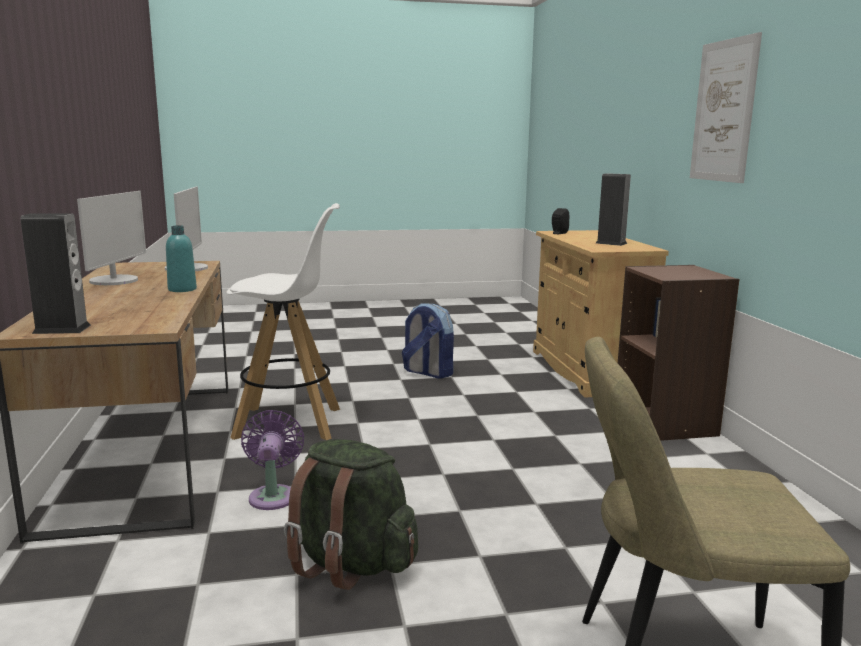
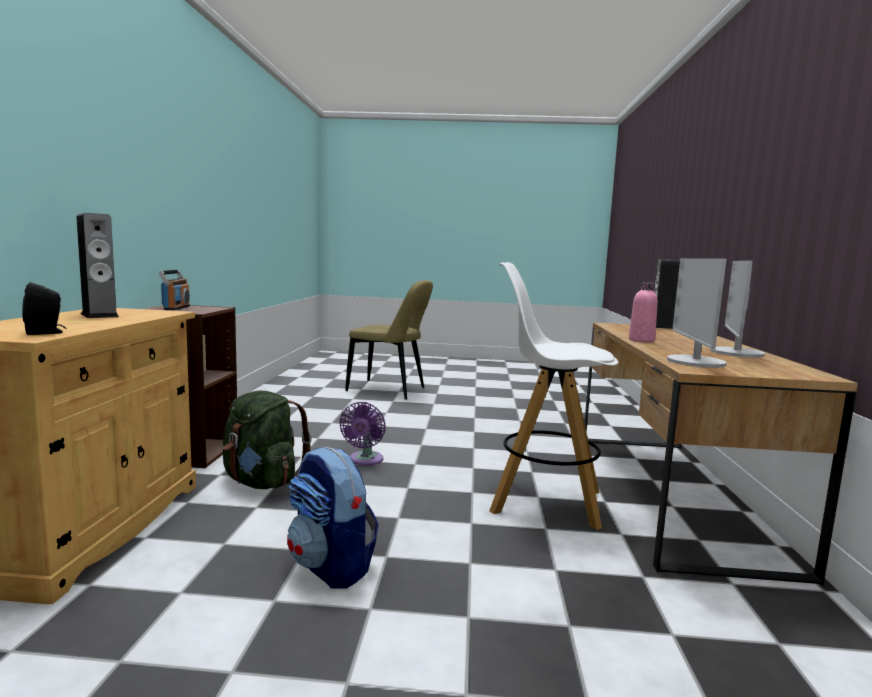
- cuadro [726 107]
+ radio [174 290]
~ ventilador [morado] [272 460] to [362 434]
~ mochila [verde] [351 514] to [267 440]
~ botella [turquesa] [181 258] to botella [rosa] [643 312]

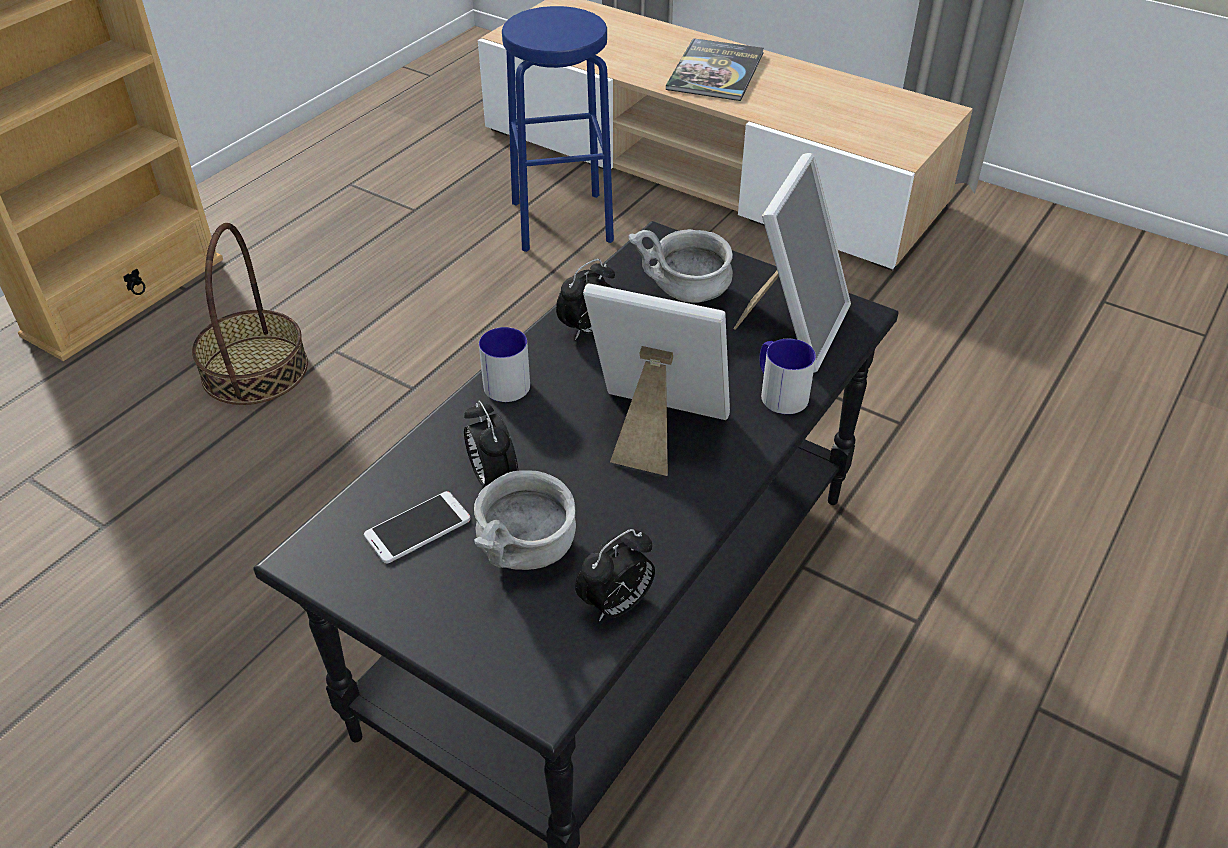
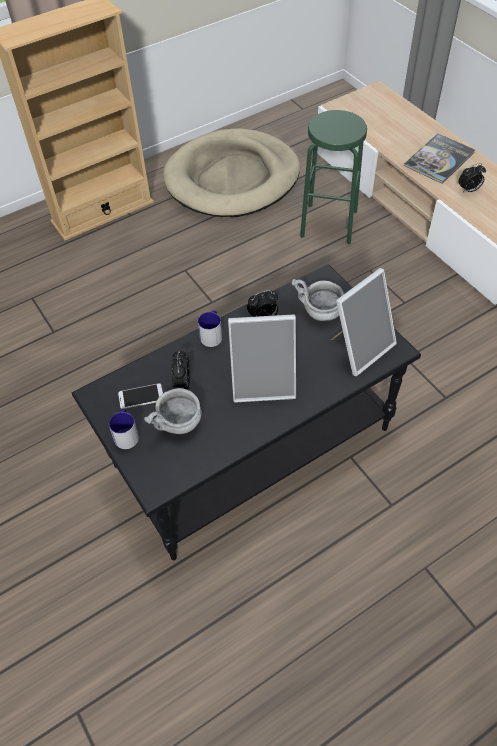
- cesta [250 314]
+ cama para perro [beis] [231 173]
~ despertador [615 575] to [472 178]
~ taza grande [787 376] to [124 429]
~ taburete [azul] [558 129] to taburete [verde] [333 177]
~ portarretratos [656 380] = [262 358] 135 degrees clockwise

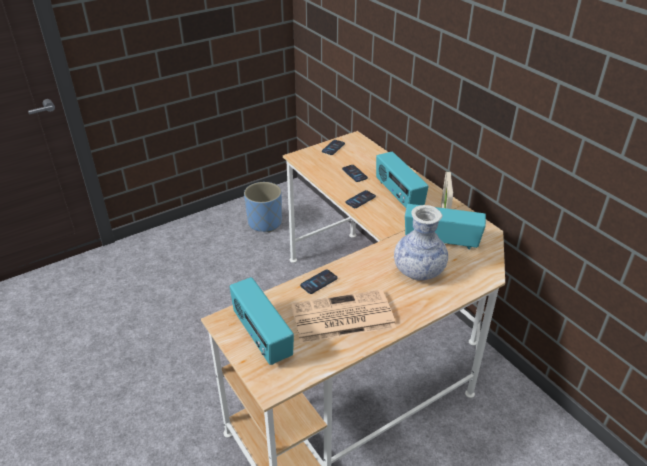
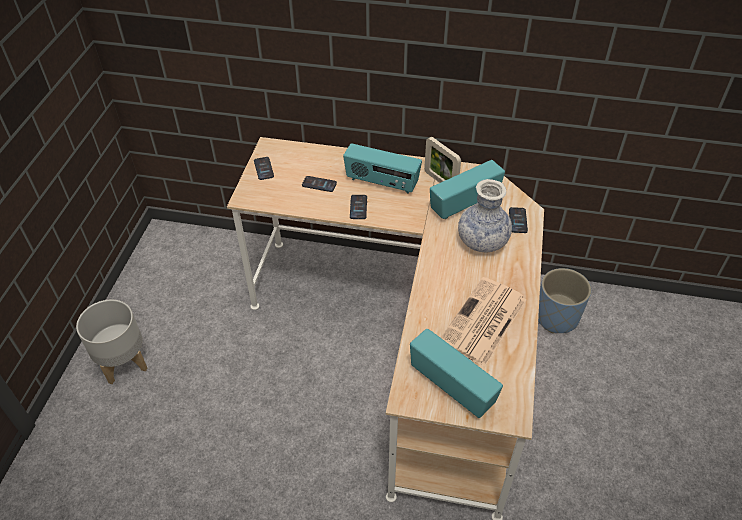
+ maceta [gris] [111 341]
~ maceta [azul] [263 207] to [564 300]
~ móvil [318 281] to [518 220]
~ radio [262 321] = [456 373] 150 degrees counterclockwise

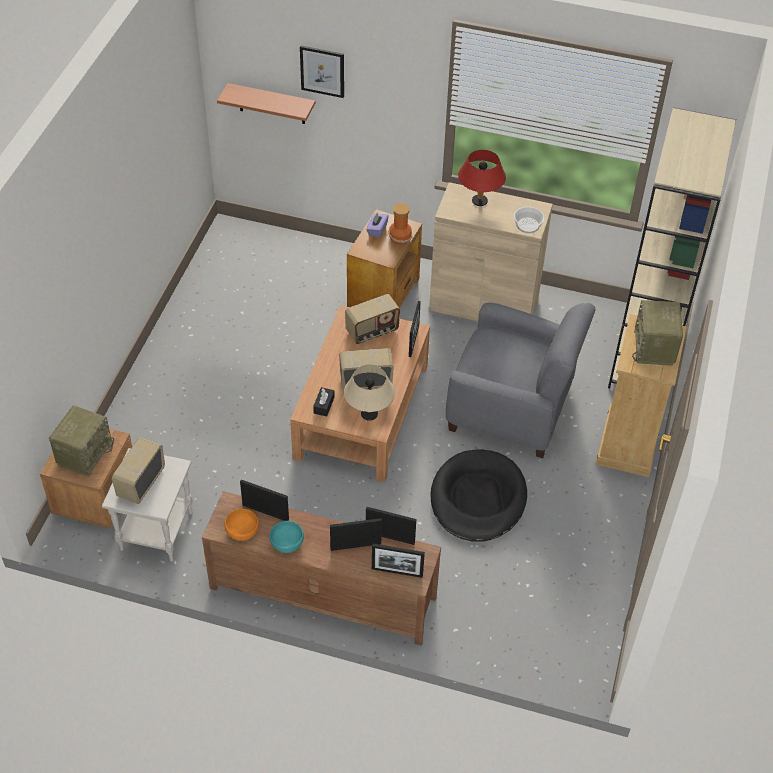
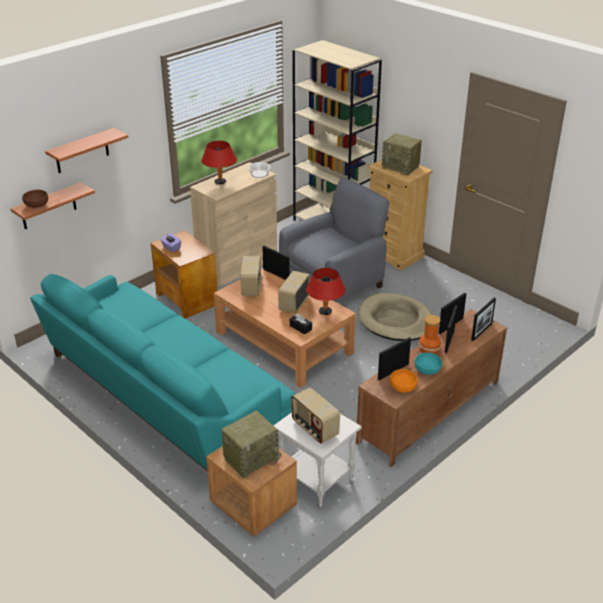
+ cuenco [marrón] [35 199]
+ sofá [turquesa] [162 372]
~ florero [400 224] to [429 334]
~ cuadro [322 71] to estante [87 150]
~ lámpara de mesa [beis] [369 393] to lámpara de mesa [rojo] [326 291]
~ cama para perro [negro] [479 495] to cama para perro [beis] [395 317]
~ radio [81 441] = [251 444] 90 degrees clockwise

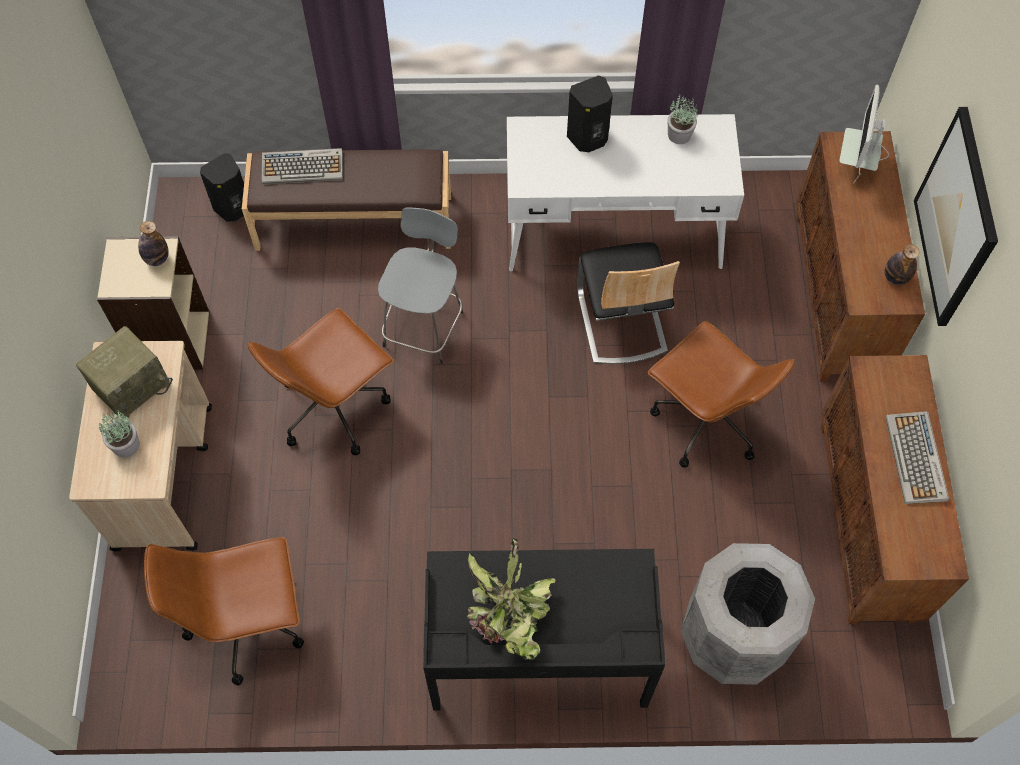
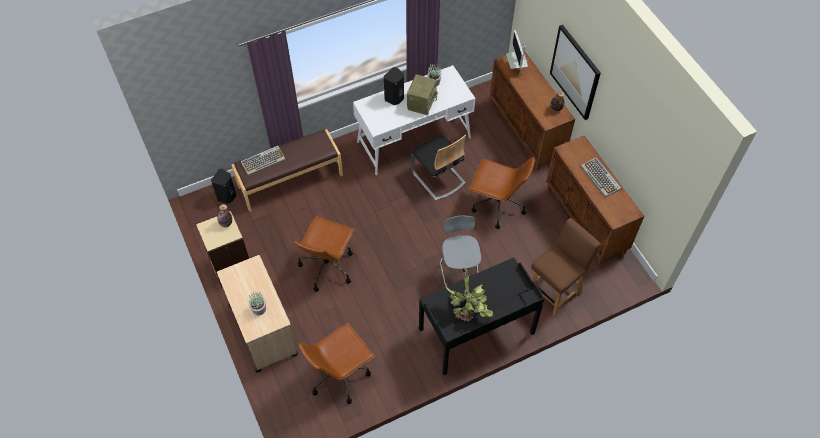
~ radio [124 373] to [422 94]
~ taburete [gris] [420 286] to [460 251]
~ papelera [gris] [748 614] to silla [marrón] [566 268]

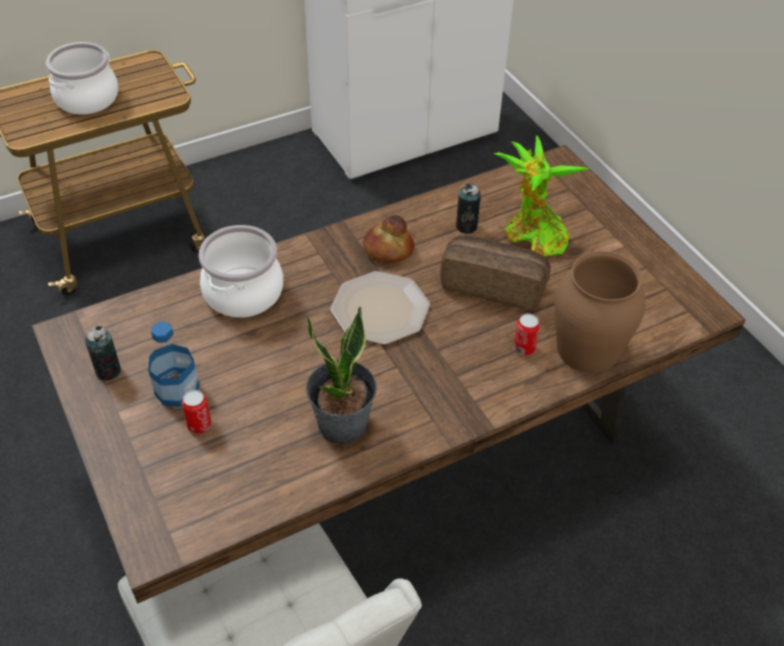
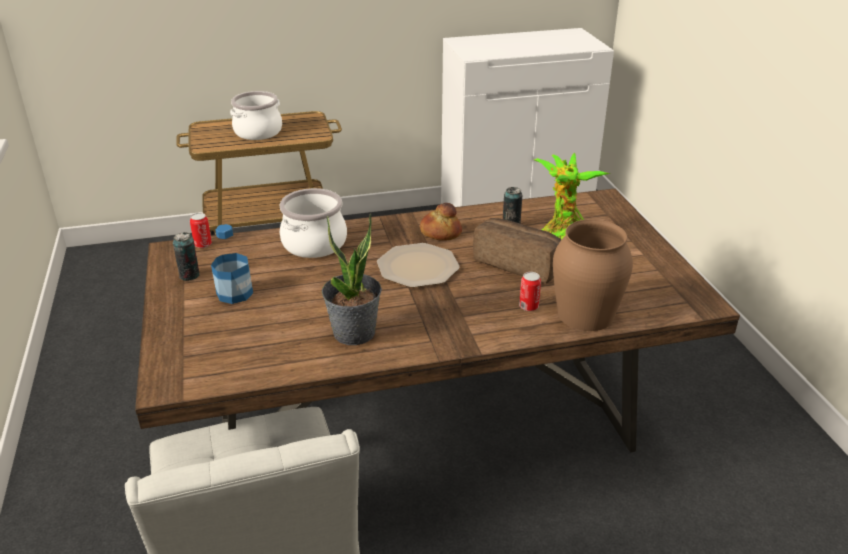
~ lata [196 412] to [201 230]

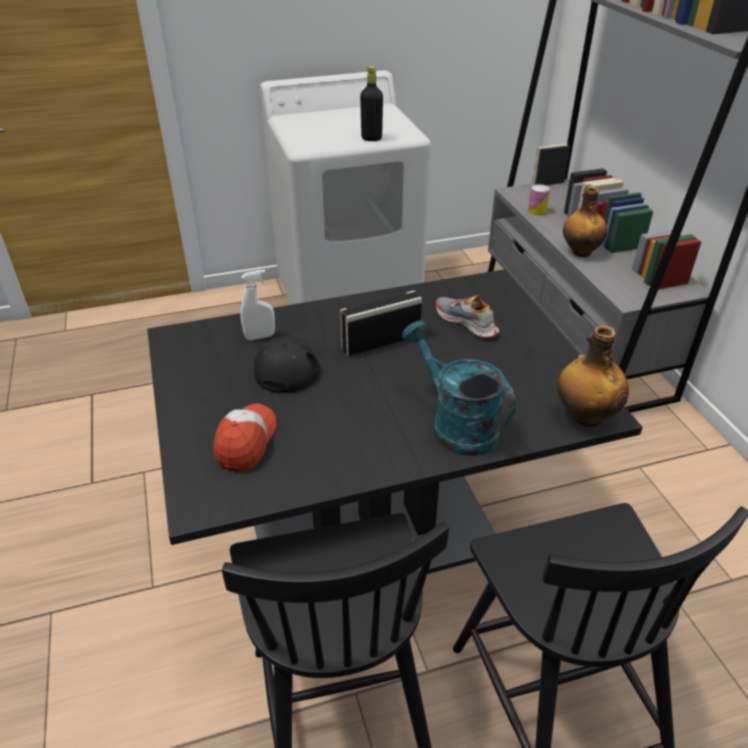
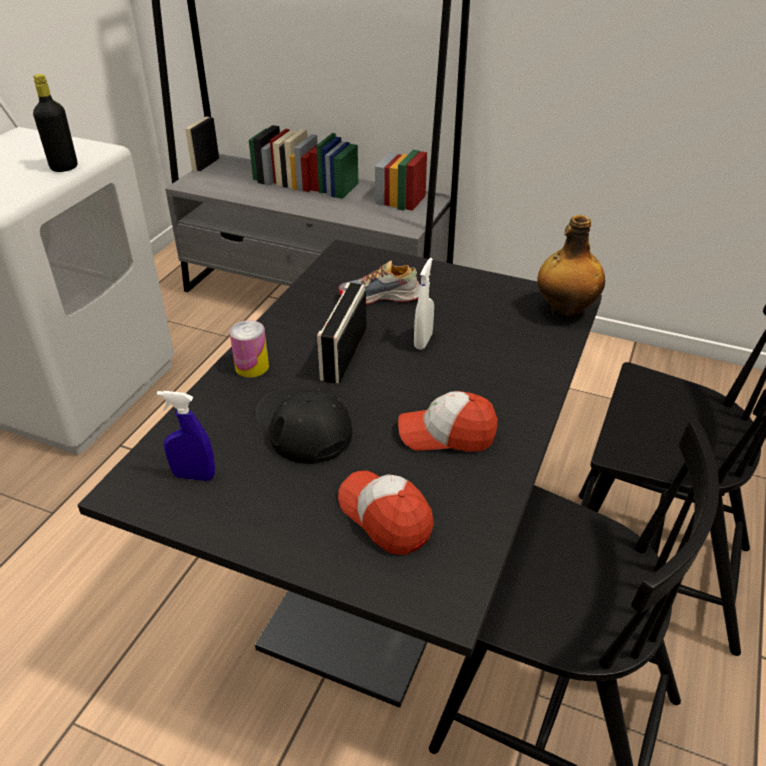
- regadera [turquesa] [459 388]
- botella [585 222]
+ pulverizador [azul] [186 436]
+ gorra [448 421]
~ pulverizador [blanco] [257 305] to [424 304]
~ lata [539 199] to [249 349]

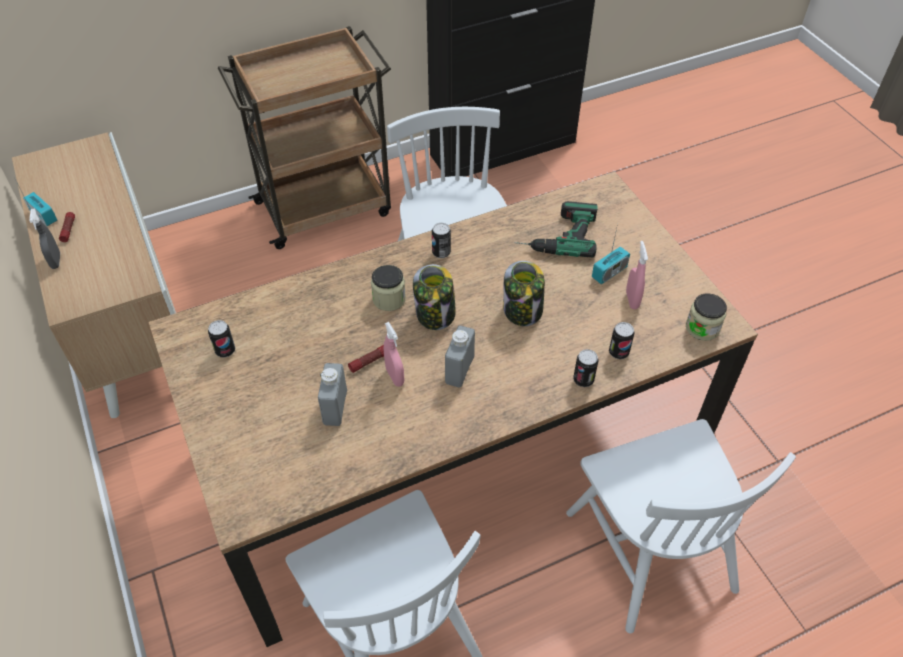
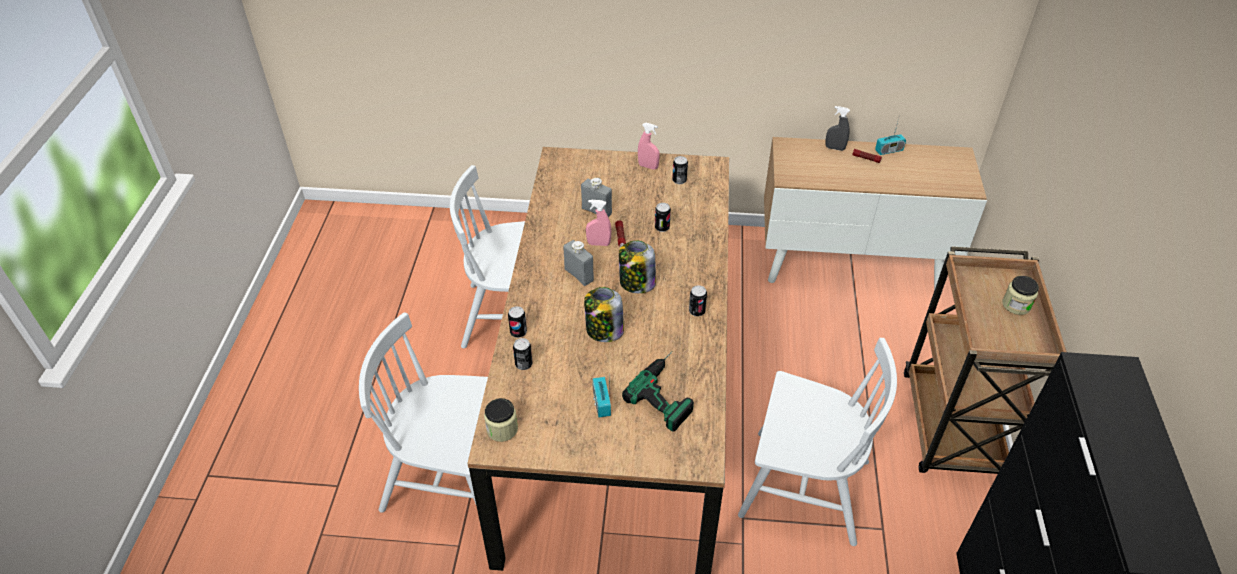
+ lata [663 217]
~ tarro [388 288] to [1020 295]
~ pulverizador [rosa] [637 275] to [649 146]

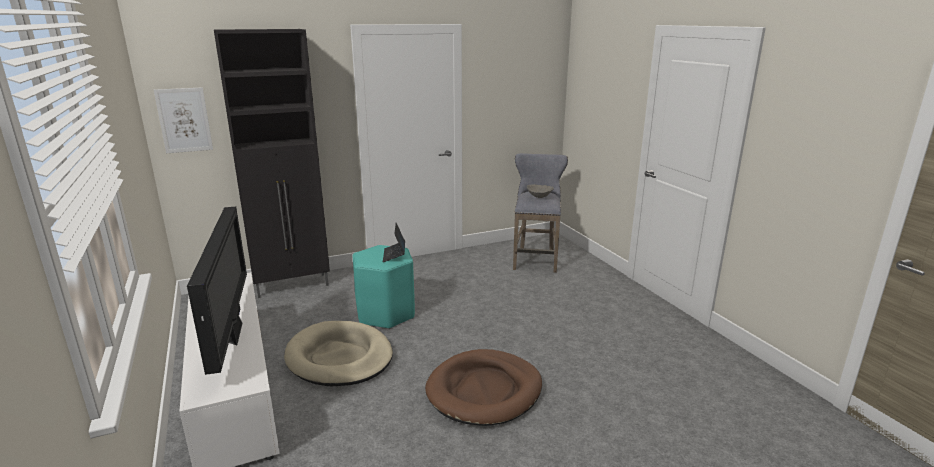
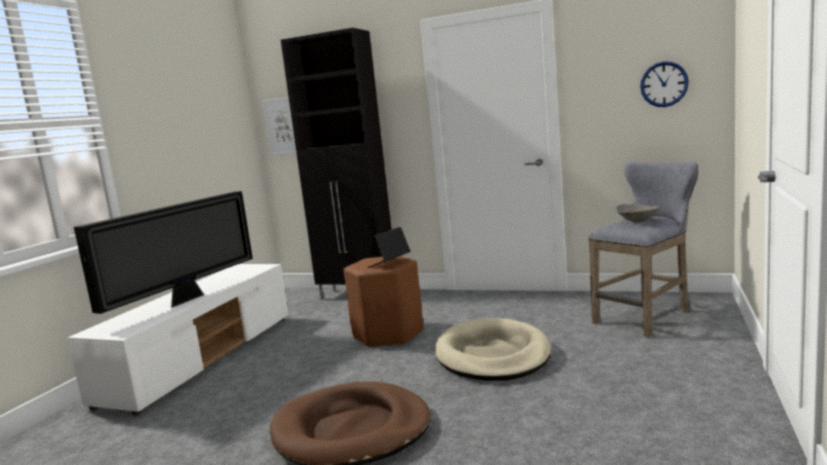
+ reloj de pared [664 84]
~ cama para perro [beis] [338 353] to [493 349]
~ taburete [turquesa] [383 287] to taburete [marrón] [383 302]

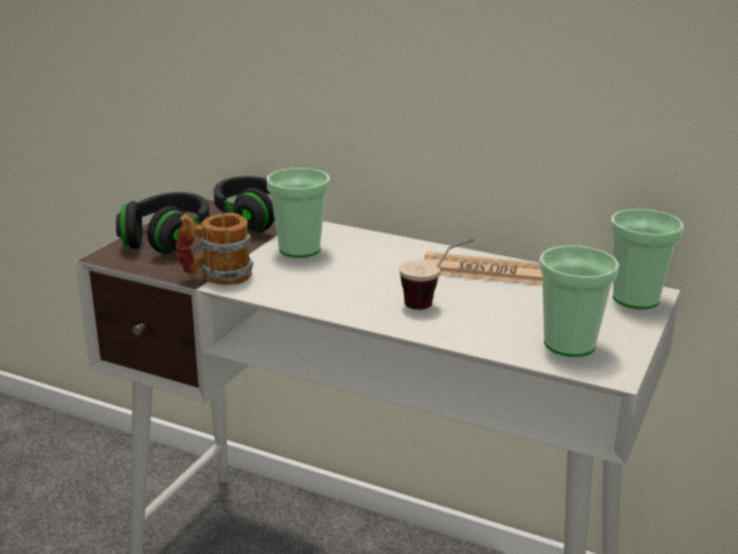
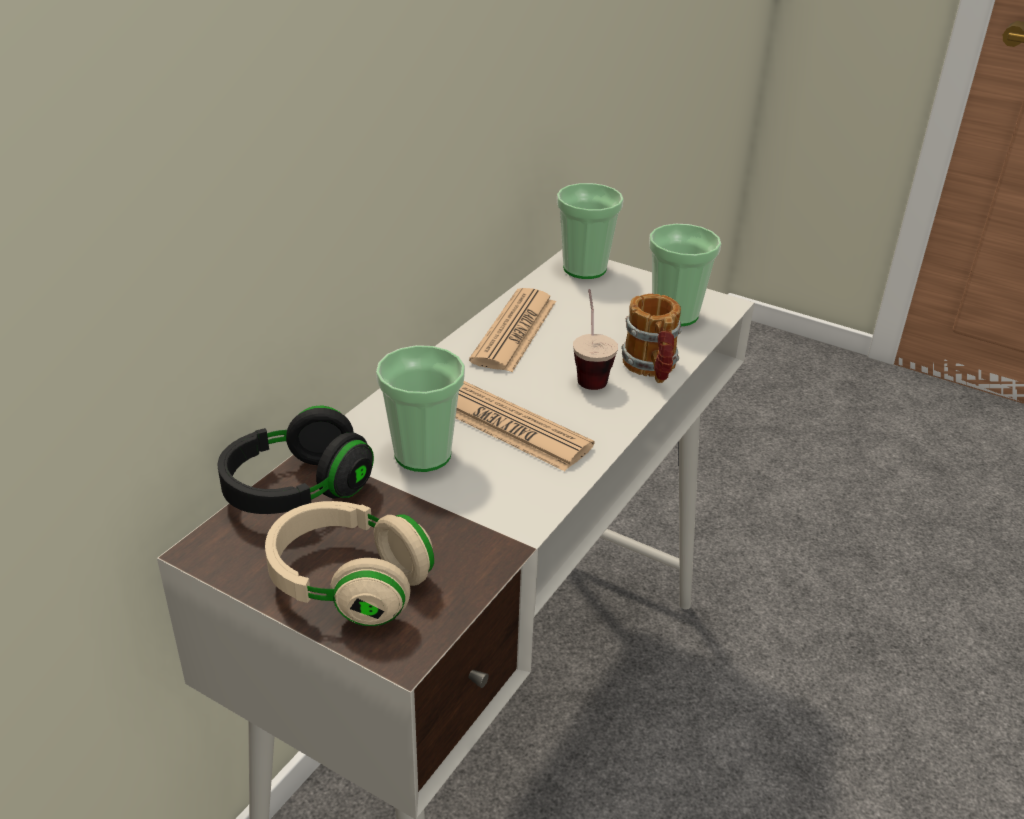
+ periódico [525 426]
~ taza grande [214 249] to [651 338]
~ auriculares [negro] [163 223] to auriculares [beis] [349 563]

